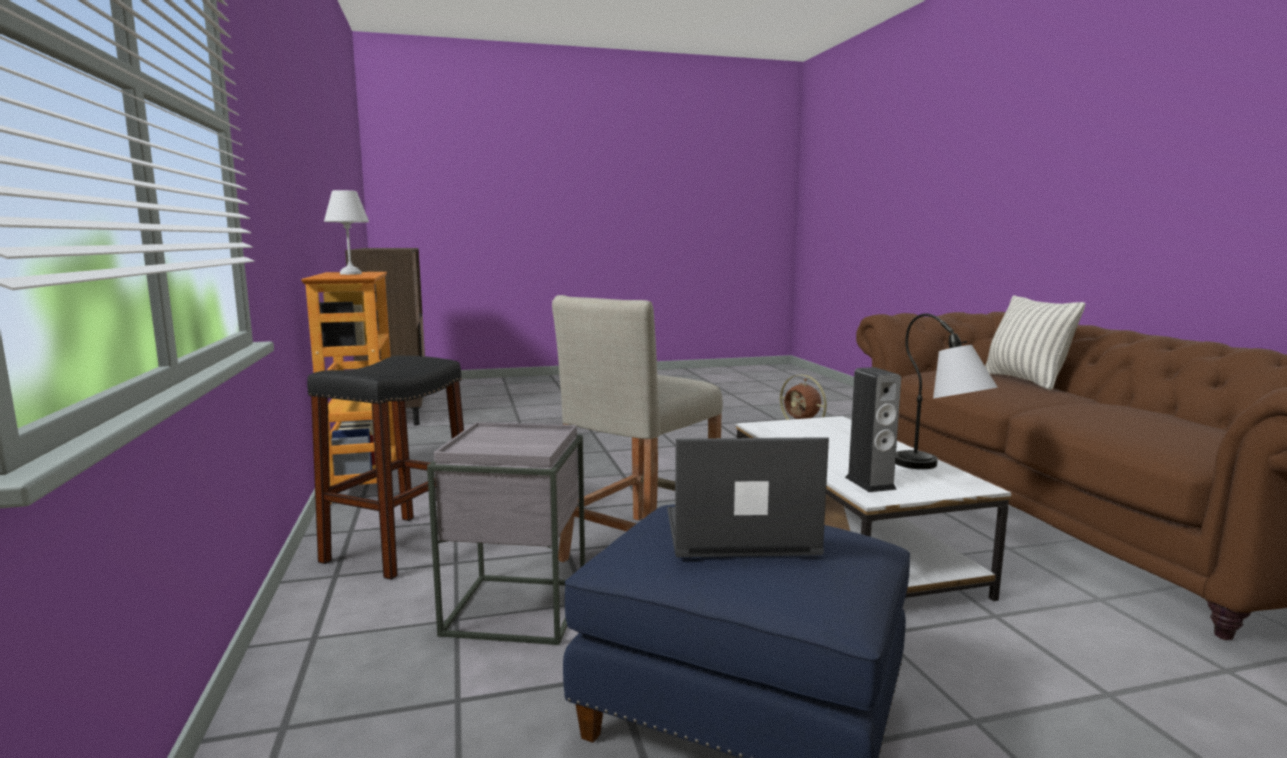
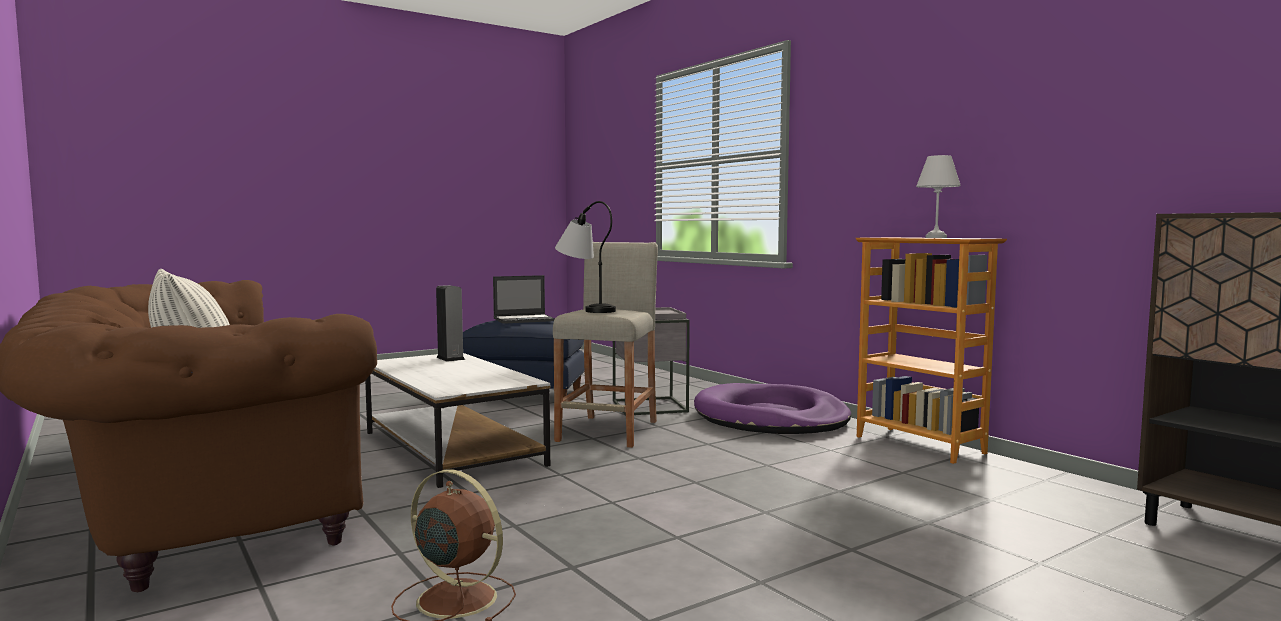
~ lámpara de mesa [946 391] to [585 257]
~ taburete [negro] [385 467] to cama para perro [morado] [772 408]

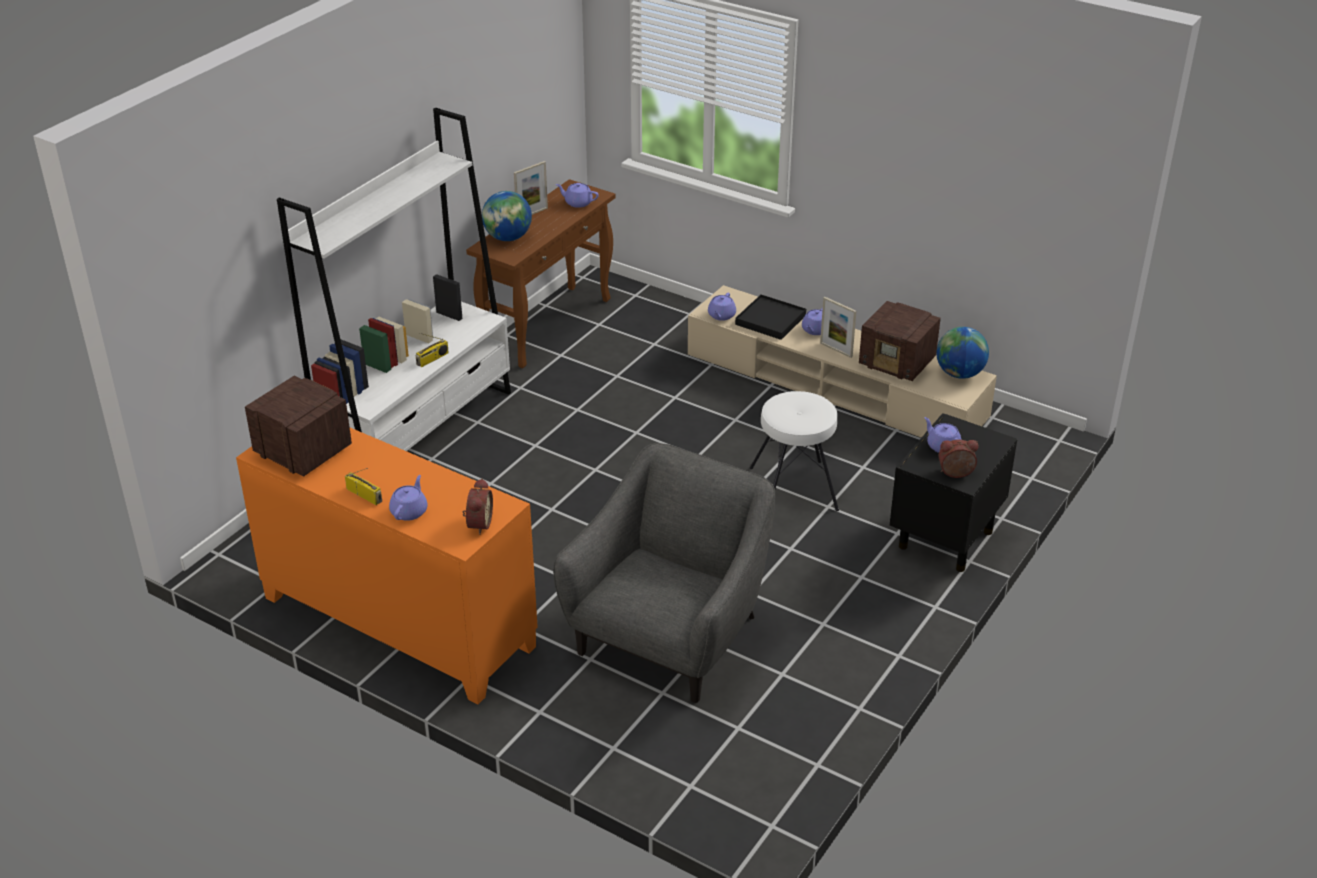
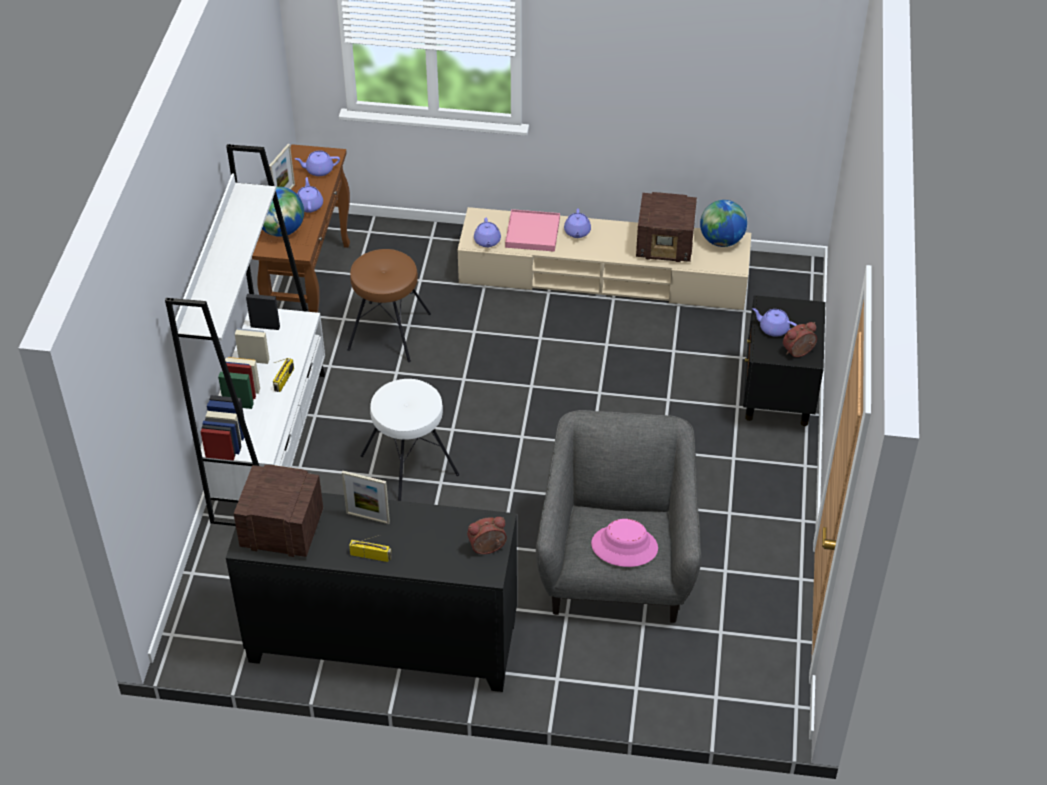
+ taburete [marrón] [389 305]
+ sombrero [rosa] [624 543]
~ tetera [morado] [408 498] to [310 195]
~ taburete [blanco] [794 451] to [410 440]
~ portarretratos [838 327] to [366 497]
~ armario [naranja] [387 566] to armario [negro] [371 592]
~ bandeja [negro] [770 317] to bandeja [rosa] [532 230]
~ despertador [478 506] = [487 535] 90 degrees counterclockwise

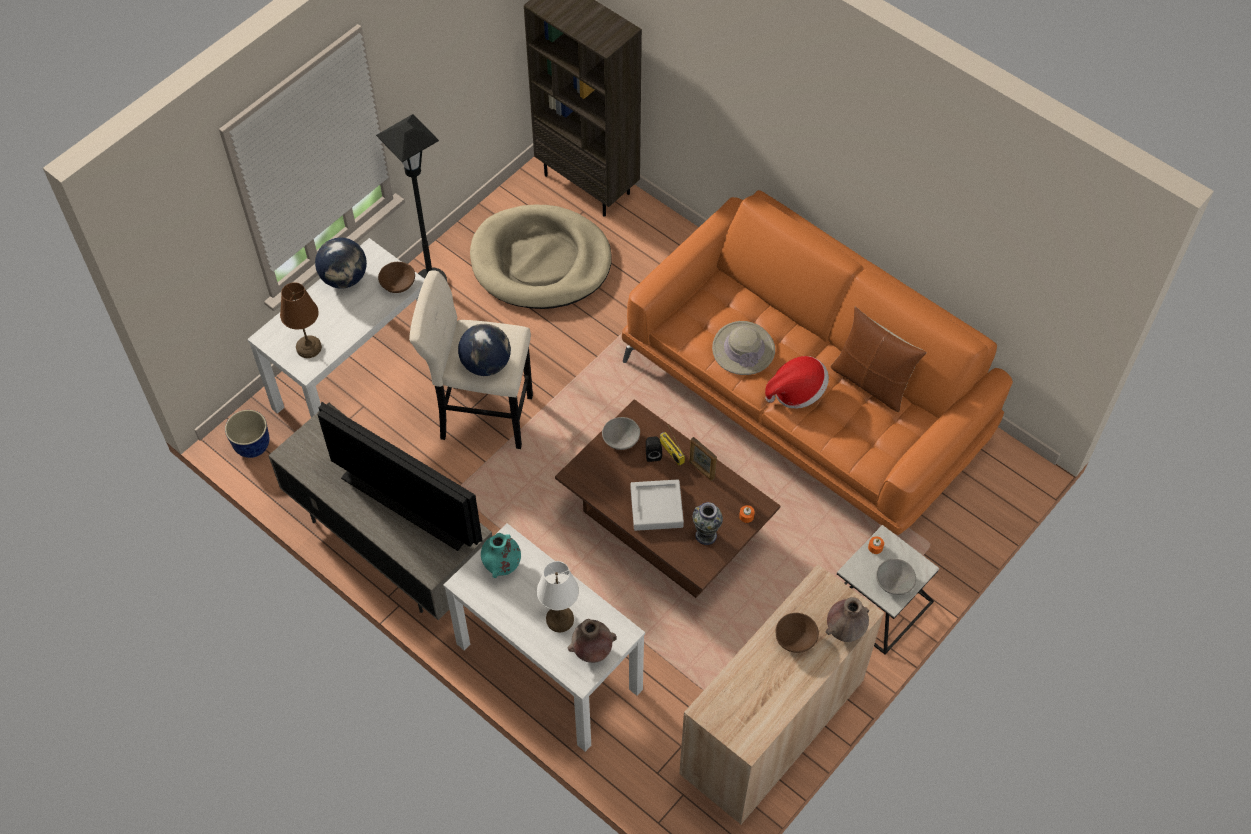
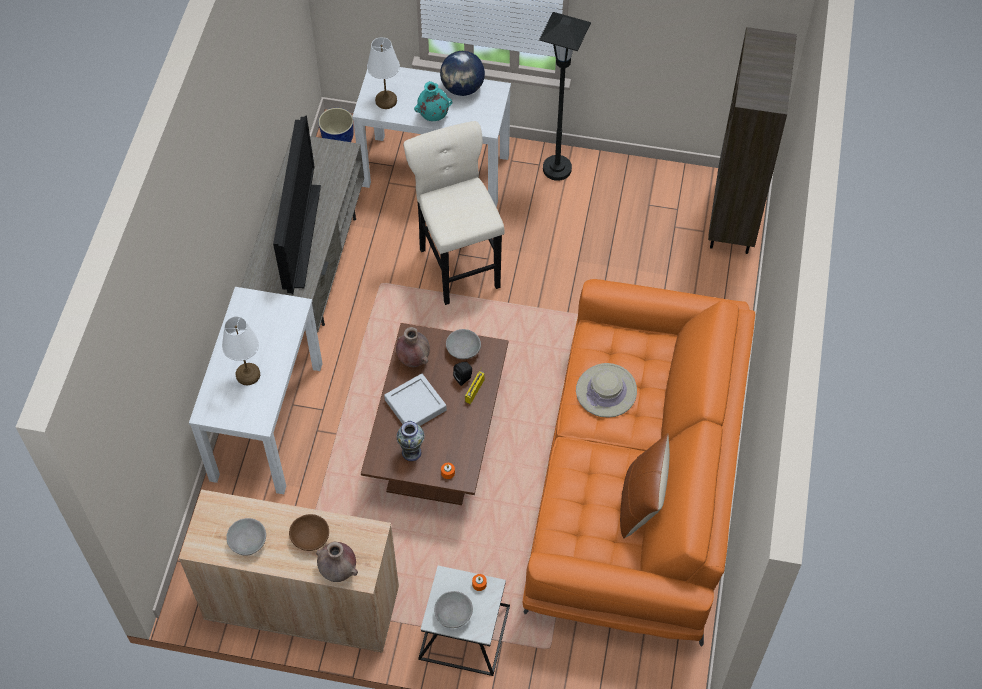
- cuenco [marrón] [396 277]
- globo terráqueo [484 350]
- cama para perro [beis] [541 257]
- portarretratos [703 459]
- sombrero [797 382]
+ cuenco [gris] [246 537]
~ florero [turquesa] [501 555] to [433 101]
~ florero [marrón] [592 641] to [413 347]
~ lámpara de mesa [marrón] [301 320] to lámpara de mesa [blanco] [383 73]

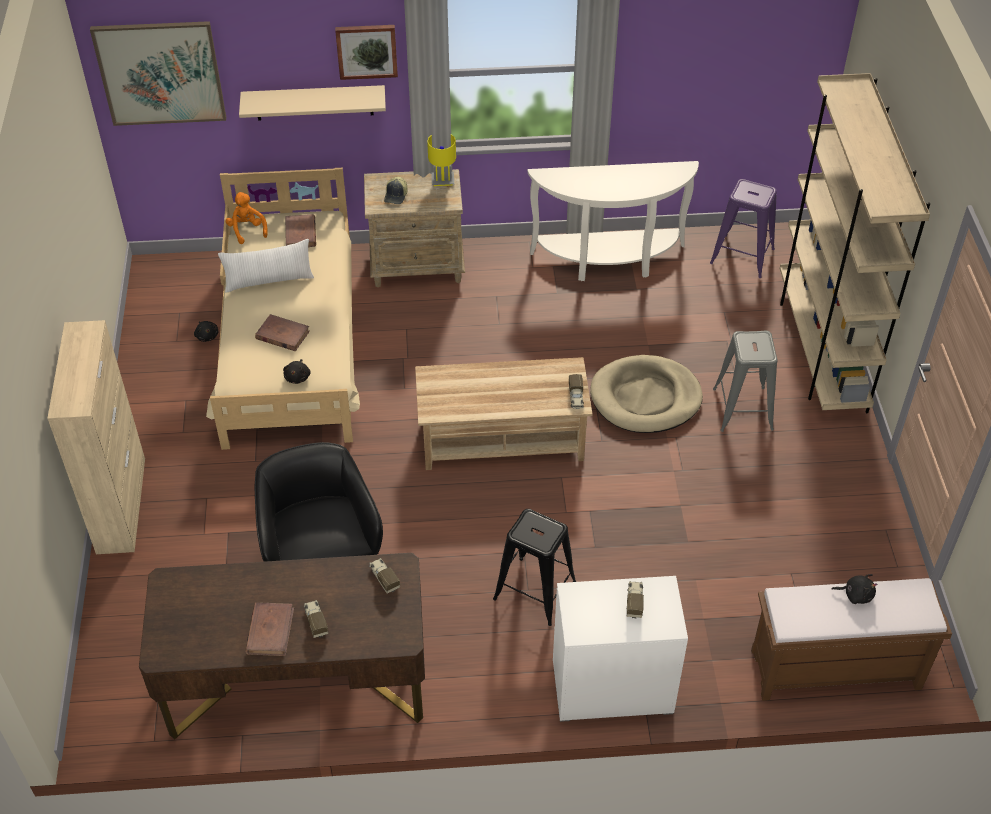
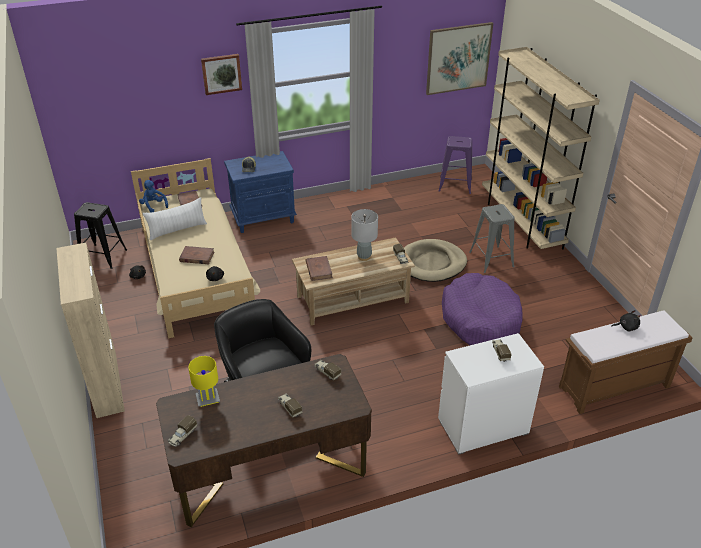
- estante [beis] [312 103]
- mesa consola [blanco] [613 221]
+ camión de juguete [182 431]
+ lámpara de mesa [gris] [364 235]
+ cama para perro [morado] [482 309]
~ cuadro [158 73] to [459 58]
~ libro [marrón] [269 629] to [319 268]
~ lámpara de mesa [amarillo] [441 160] to [204 381]
~ taburete [negro] [534 567] to [100 235]
~ peluche [naranja] [246 218] to peluche [azul] [153 196]
~ mesita de noche [beis] [414 228] to mesita de noche [azul] [260 192]

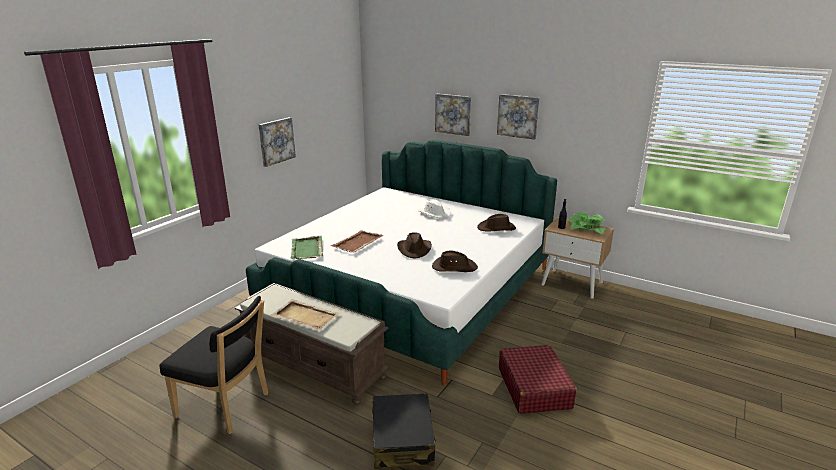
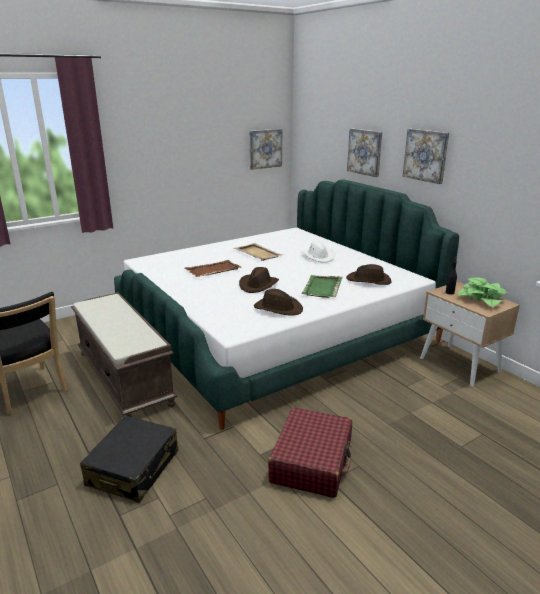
~ cuadro [277 142] to [266 149]
~ bandeja [beis] [304 314] to [258 252]
~ bandeja [verde] [307 247] to [322 286]

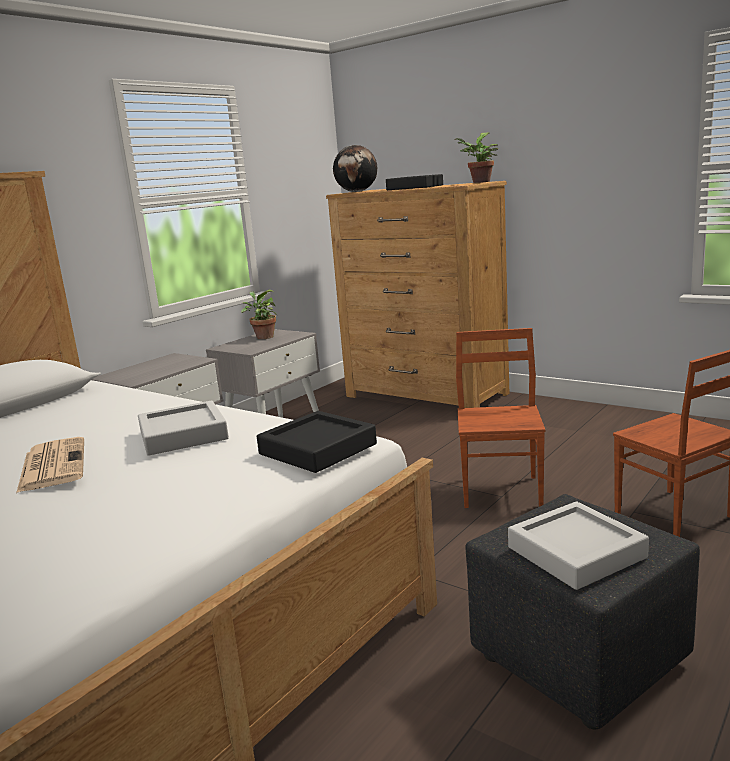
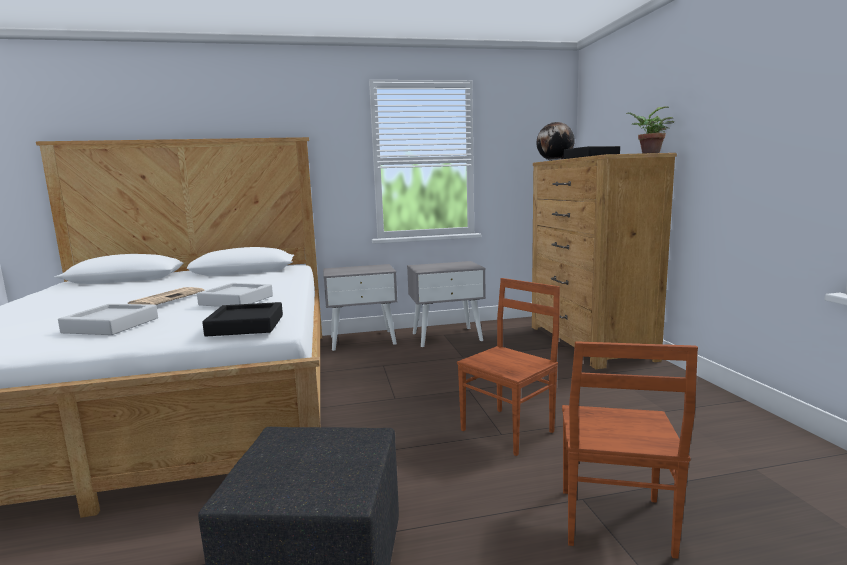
- planta en maceta [259 314]
~ bandeja [gris] [578 545] to [108 319]

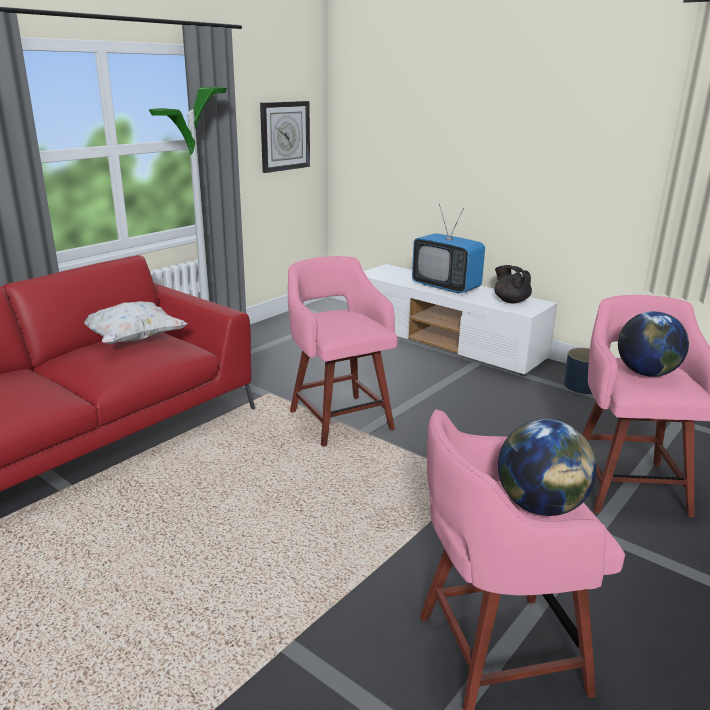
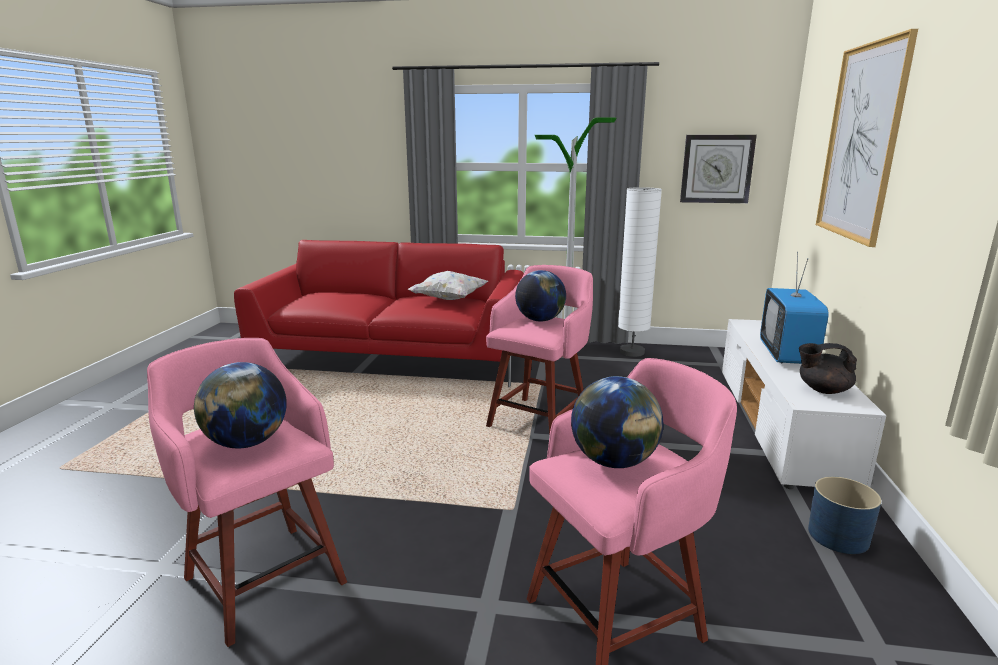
+ globo terráqueo [540 296]
+ lámpara de pie [blanco] [640 272]
+ cuadro [867 138]
~ tetera [negro] [513 284] = [828 368] 105 degrees counterclockwise

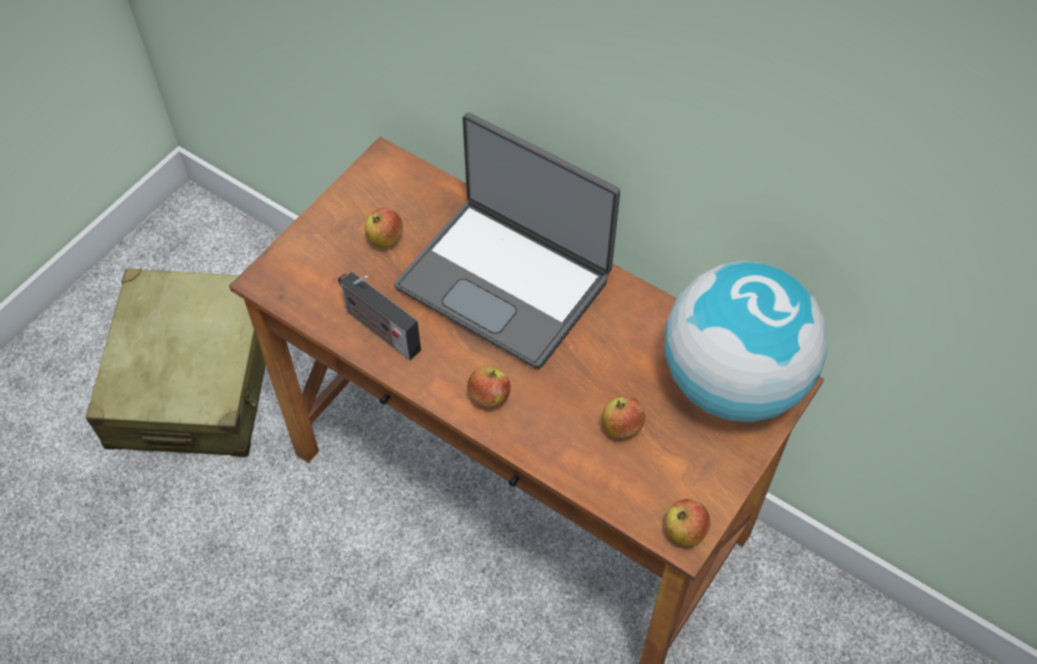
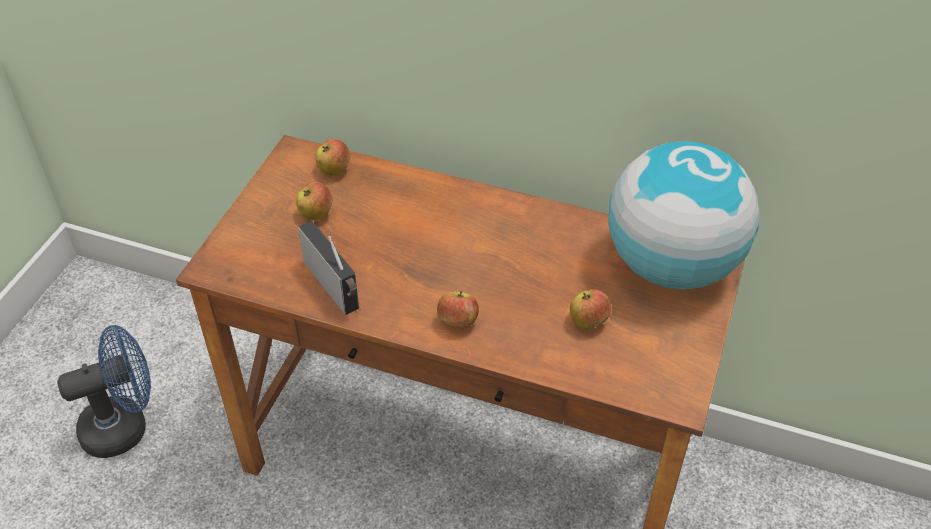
- portátil [507 241]
~ manzana [687 523] to [332 157]
~ maleta [beis] [176 363] to ventilador [azul] [104 391]
~ radio [379 316] = [328 268] 150 degrees counterclockwise

